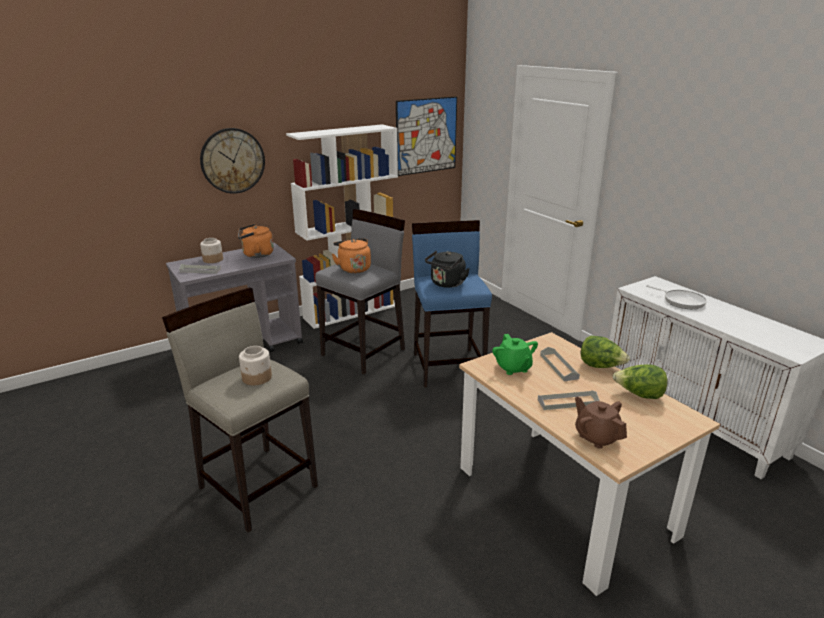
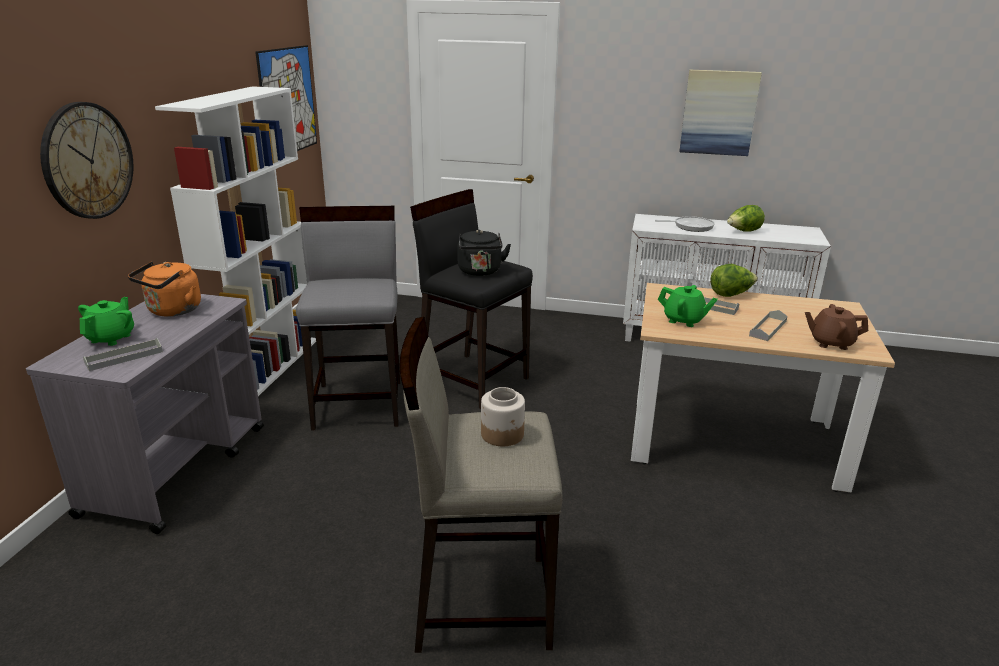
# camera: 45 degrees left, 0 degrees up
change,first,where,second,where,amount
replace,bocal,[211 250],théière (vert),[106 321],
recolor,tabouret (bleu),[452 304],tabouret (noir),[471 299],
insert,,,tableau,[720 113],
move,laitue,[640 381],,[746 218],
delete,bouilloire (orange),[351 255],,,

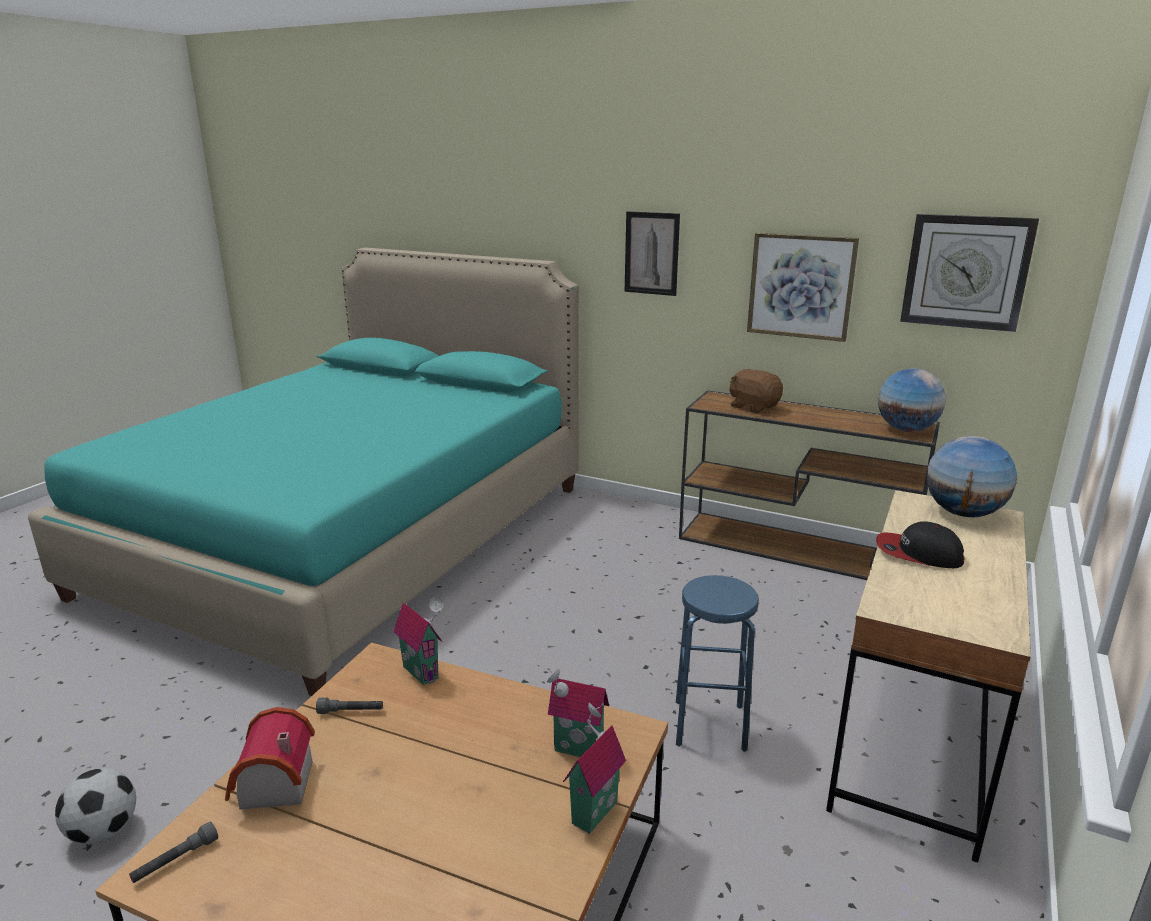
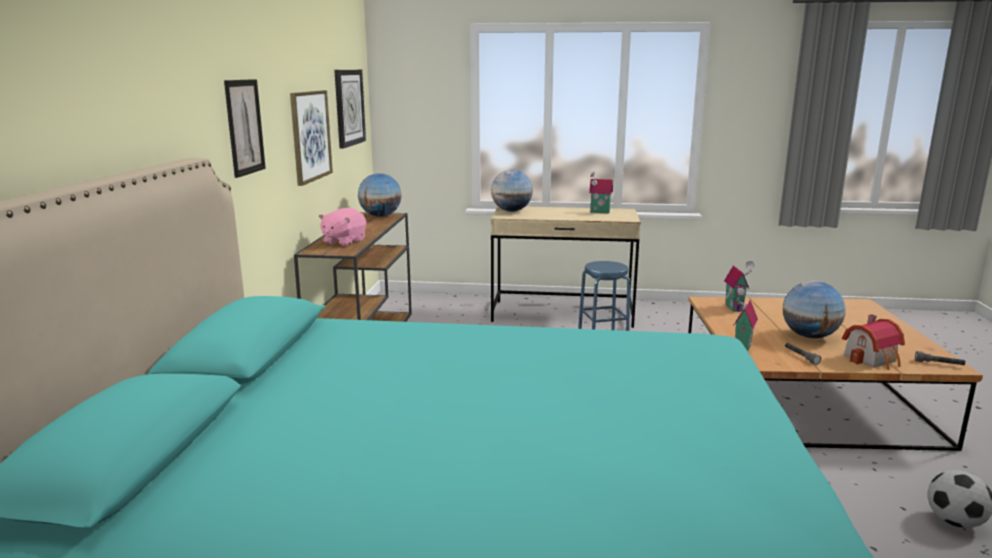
# camera: 110 degrees left, 5 degrees down
change,first,where,second,where,amount
recolor,peluche (marron),[756 391],peluche (rose),[342 227],
move,maison miniature,[594 768],,[601 192],
insert,,,globe,[814 309],
delete,casquette,[920 544],,,

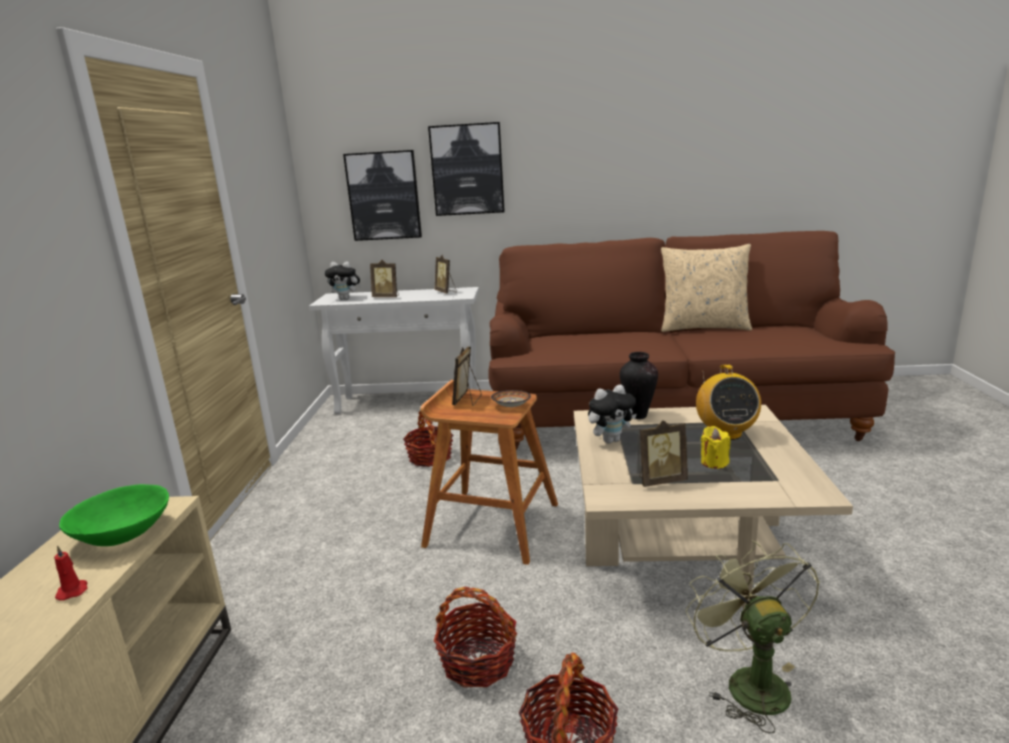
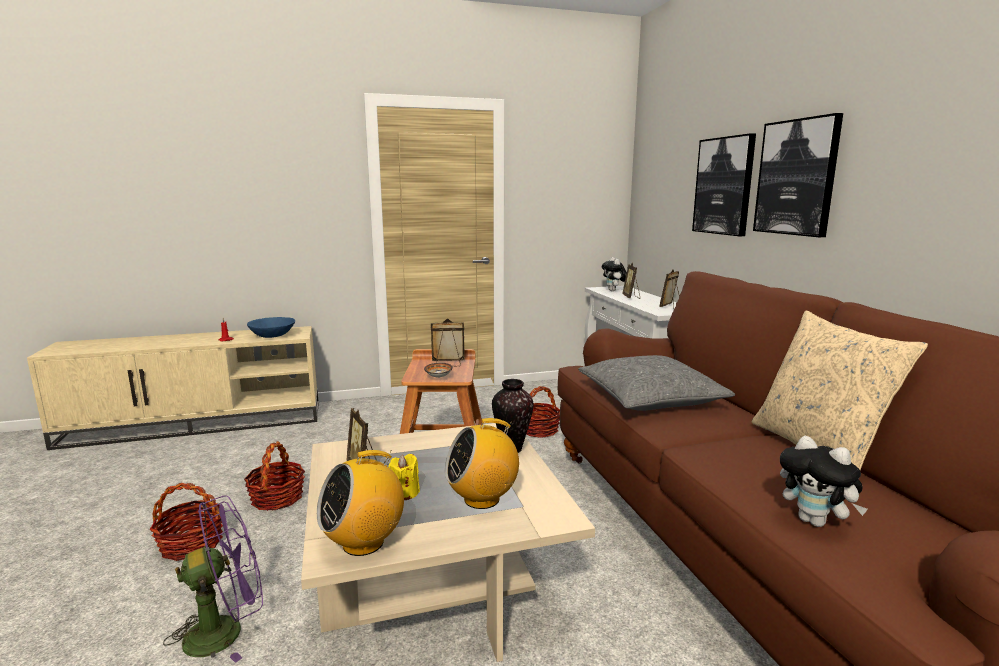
# camera: 70 degrees right, 5 degrees down
change,first,where,second,where,amount
recolor,ventilateur (vert),[753 636],ventilateur (violet),[213 579],
recolor,bol (vert),[114 515],bol (bleu),[271 327],
insert,,,radio,[360 503],
insert,,,coussin (gris),[656 383],
move,tableau,[382 195],,[798 175],
move,peluche,[612 414],,[824 481],

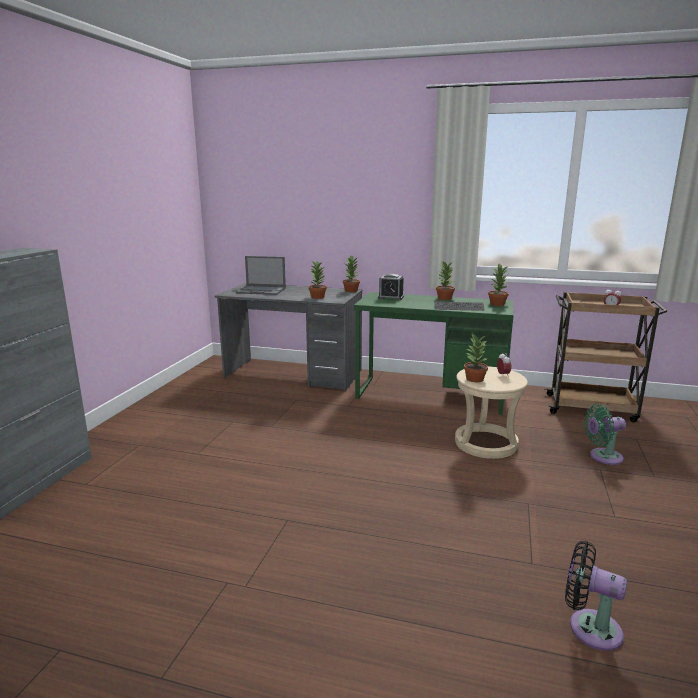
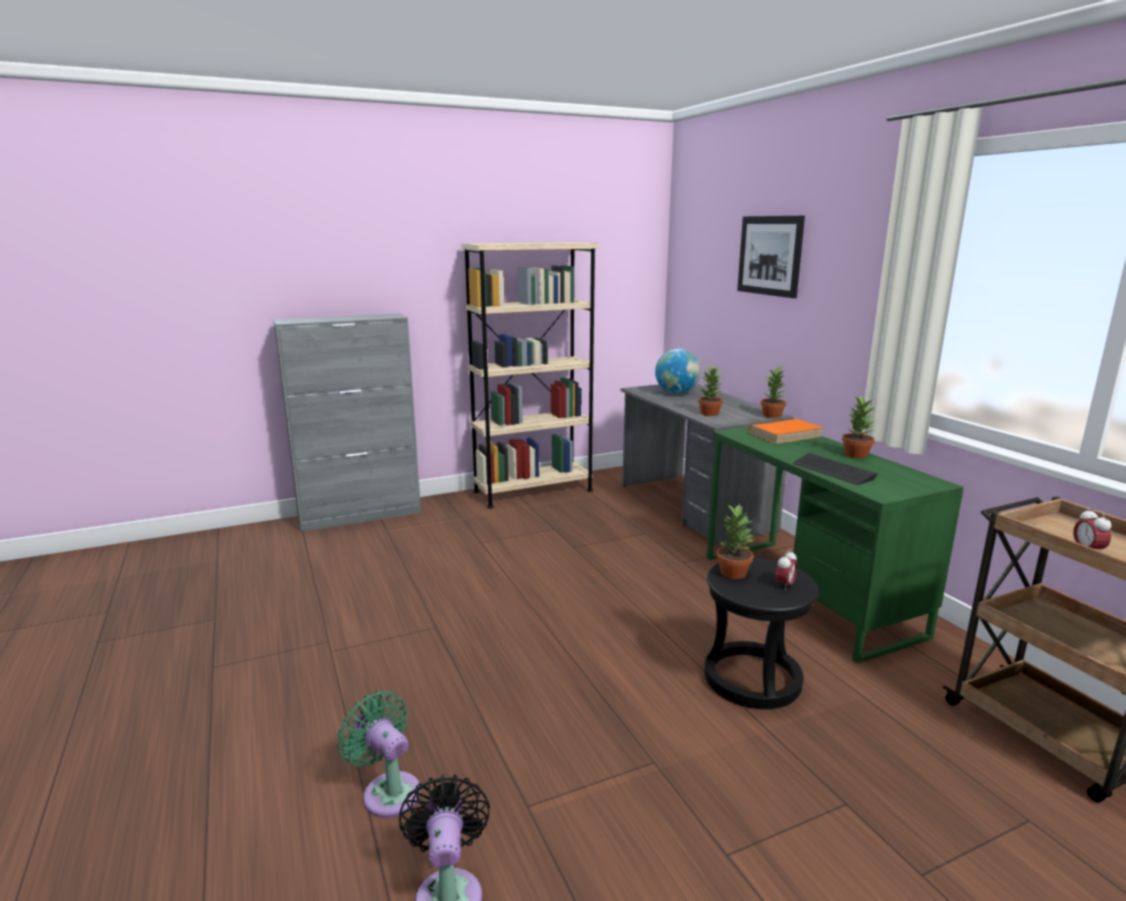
# camera: 50 degrees right, 0 degrees up
change,first,where,second,where,amount
move,ventilateur (vert),[605 434],,[379 754],
insert,,,bibliothèque (beige),[530 375],
replace,ordinateur portable,[261 275],globe,[677 371],
recolor,tabouret (beige),[491 413],tabouret (noir),[761 633],
insert,,,tableau,[771 257],
replace,réveil,[391 287],livre (orange),[786 431],
delete,plante en pot,[498 284],,,

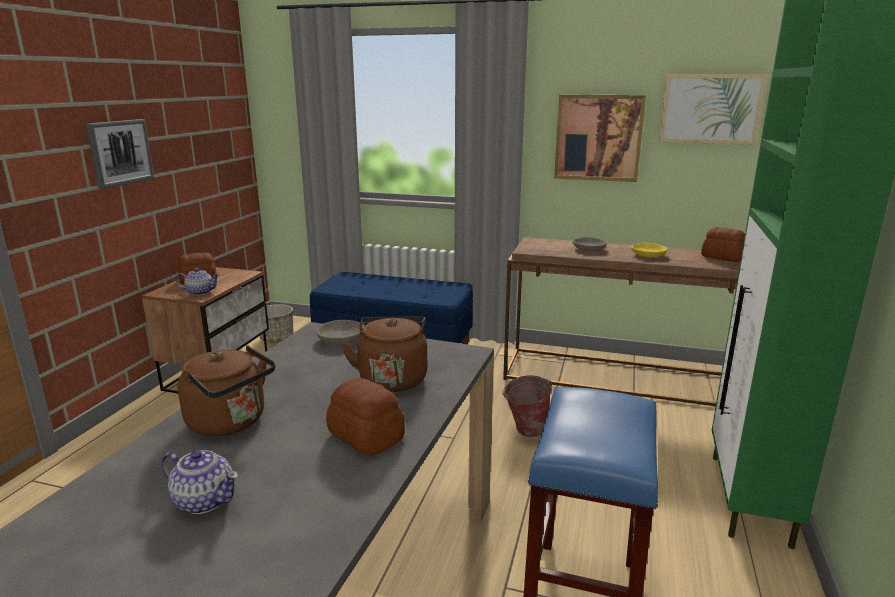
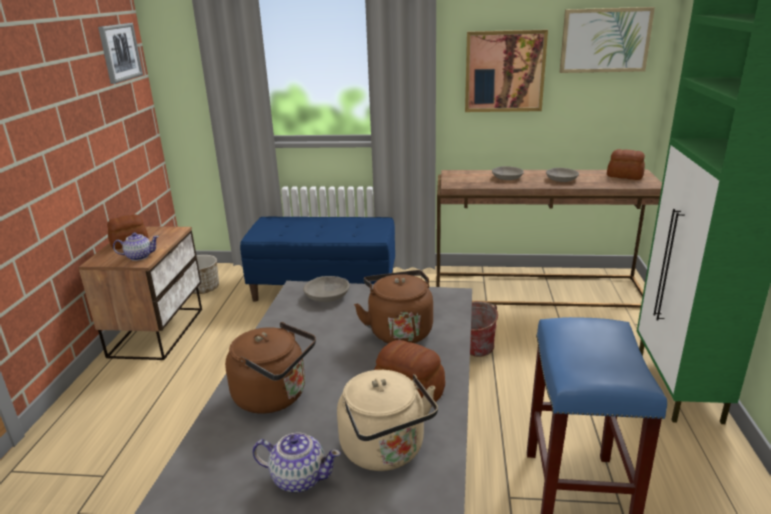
# camera: 10 degrees left, 5 degrees up
change,first,where,second,where,amount
move,tableau,[120 154],,[120 53],
insert,,,bouilloire (beige),[387 420],
recolor,bol (jaune),[649 250],bol (gris),[562 175],

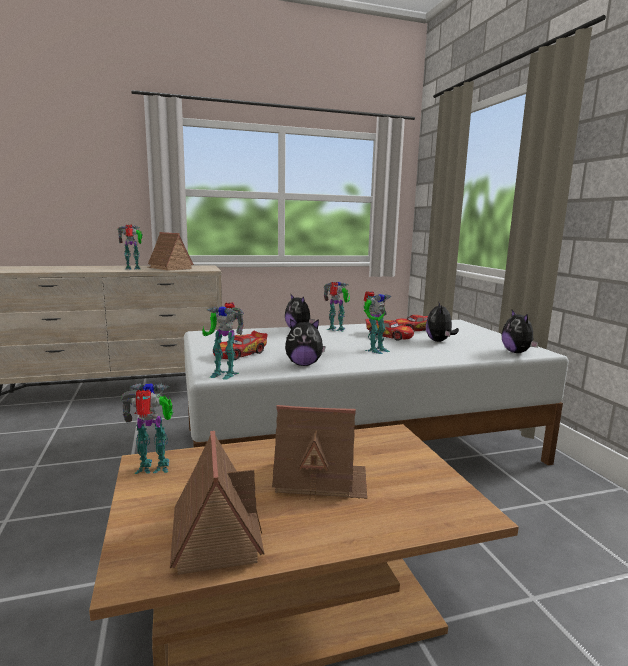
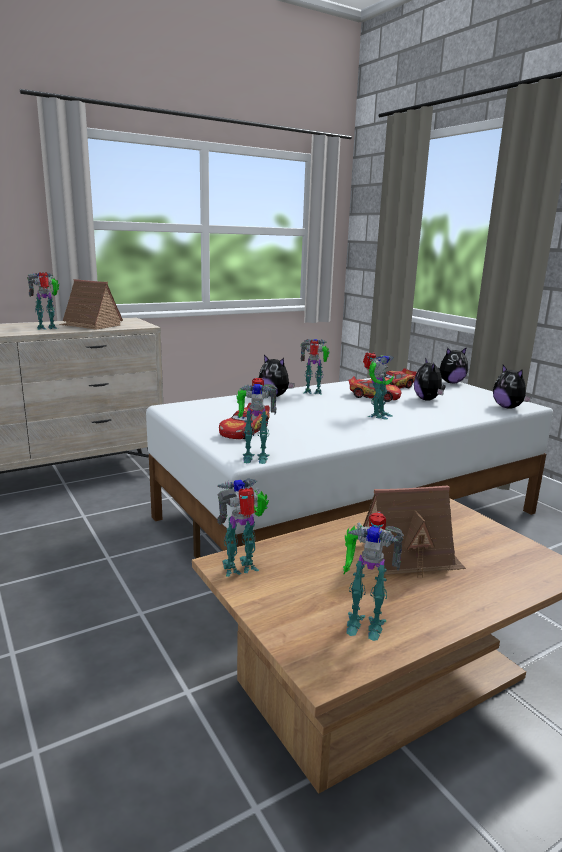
# camera: 15 degrees left, 5 degrees up
change,first,where,second,where,amount
replace,maison miniature,[217 503],robot jouet,[373 576],
move,peluche,[305 342],,[453 365],

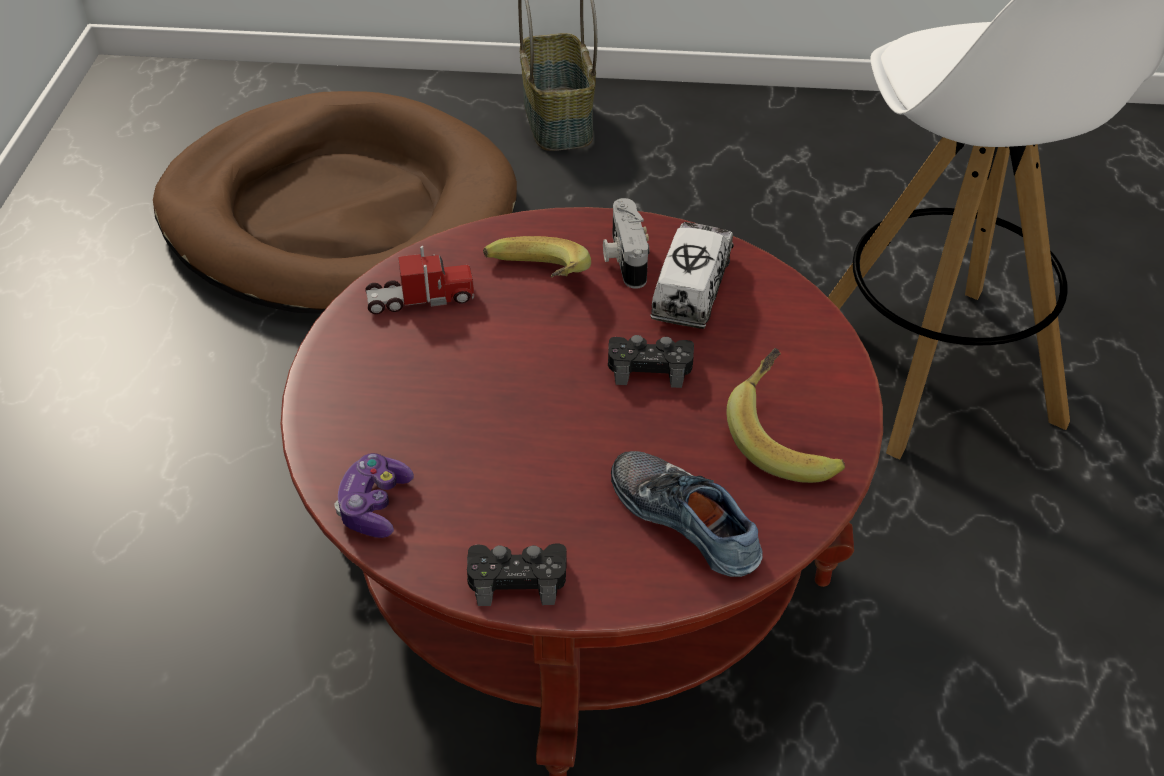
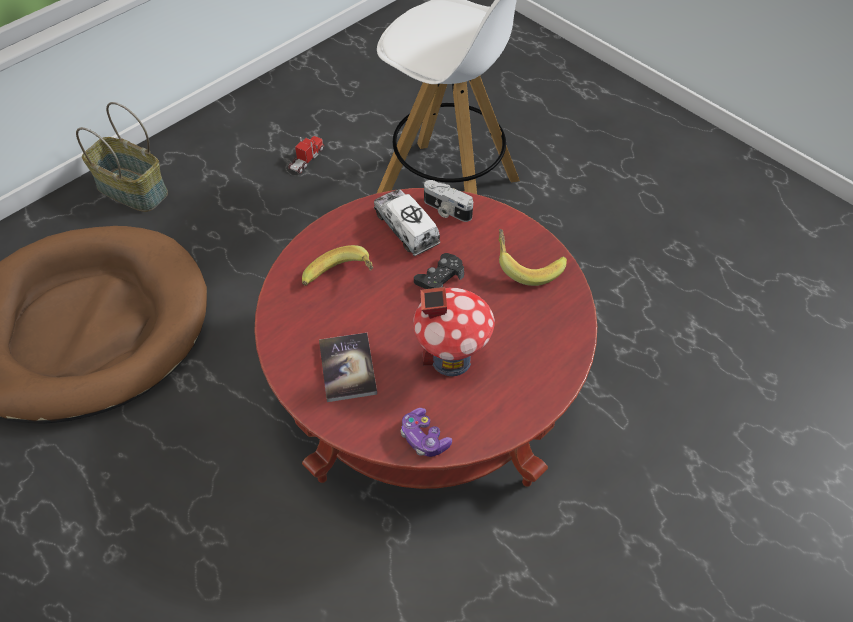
# camera: 50 degrees left, 10 degrees up
change,first,where,second,where,amount
move,camion jouet,[419 280],,[306 155],
insert,,,livre,[348 367],
insert,,,maison miniature,[453 331],
move,appareil photo,[626 243],,[448 201],
delete,manette (noir),[517 575],,,
delete,chaussure,[687 514],,,

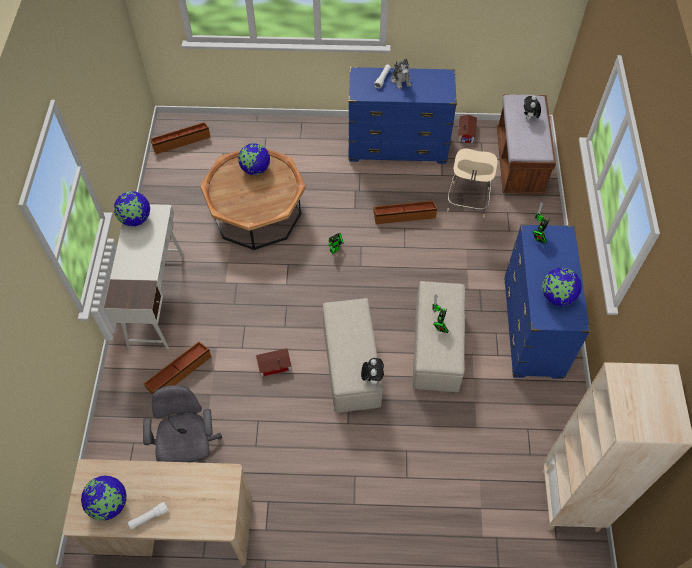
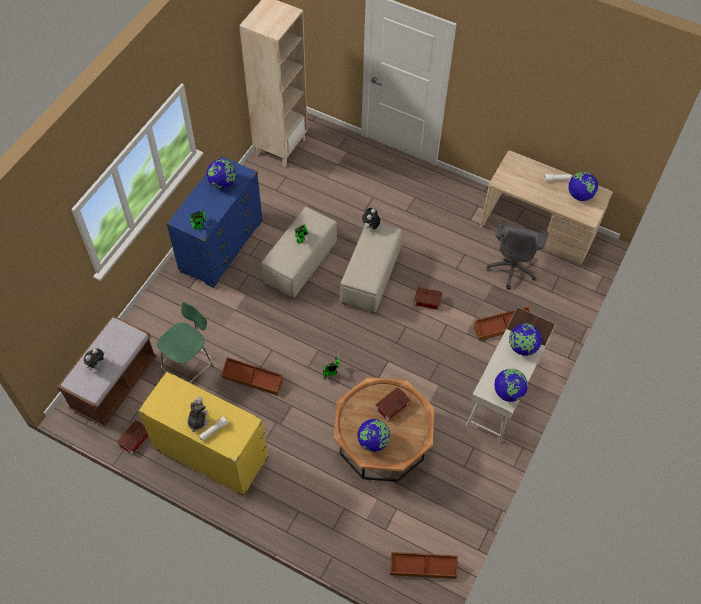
# camera: 155 degrees left, 0 degrees up
change,first,where,second,where,amount
recolor,commode (bleu),[402 115],commode (jaune),[203 433],
recolor,chaise (beige),[472 183],chaise (vert),[185 342],
insert,,,maison miniature,[393 404],
insert,,,globe,[525 339],

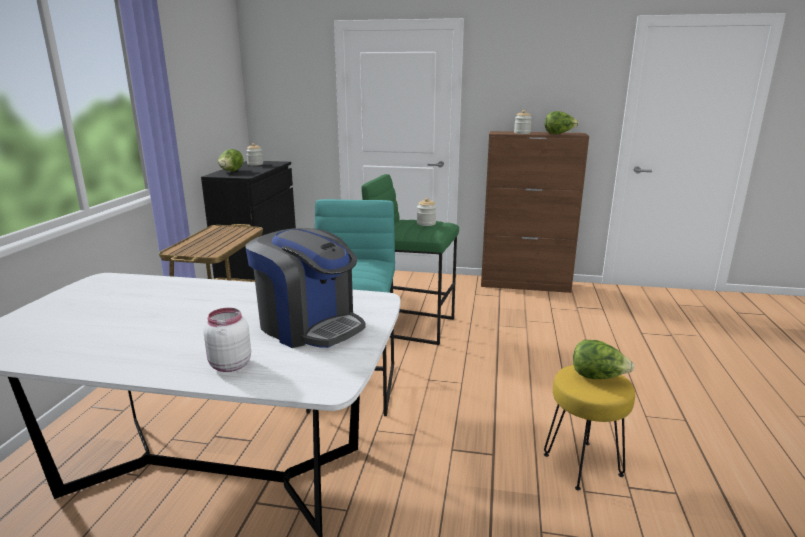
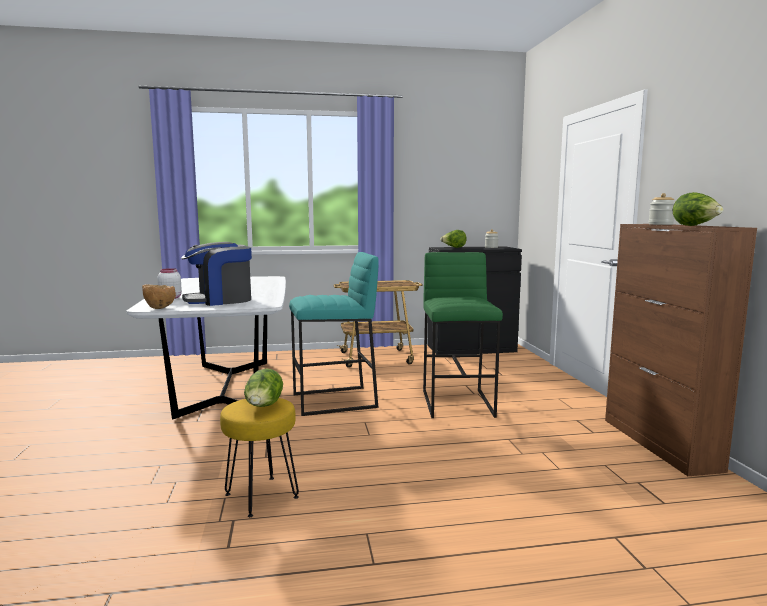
# camera: 70 degrees right, 10 degrees down
change,first,where,second,where,amount
insert,,,bol (marron),[159 296],
rotate,machine à café,[305 288],,[216 274],45 degrees clockwise
delete,bocal,[426 212],,,

